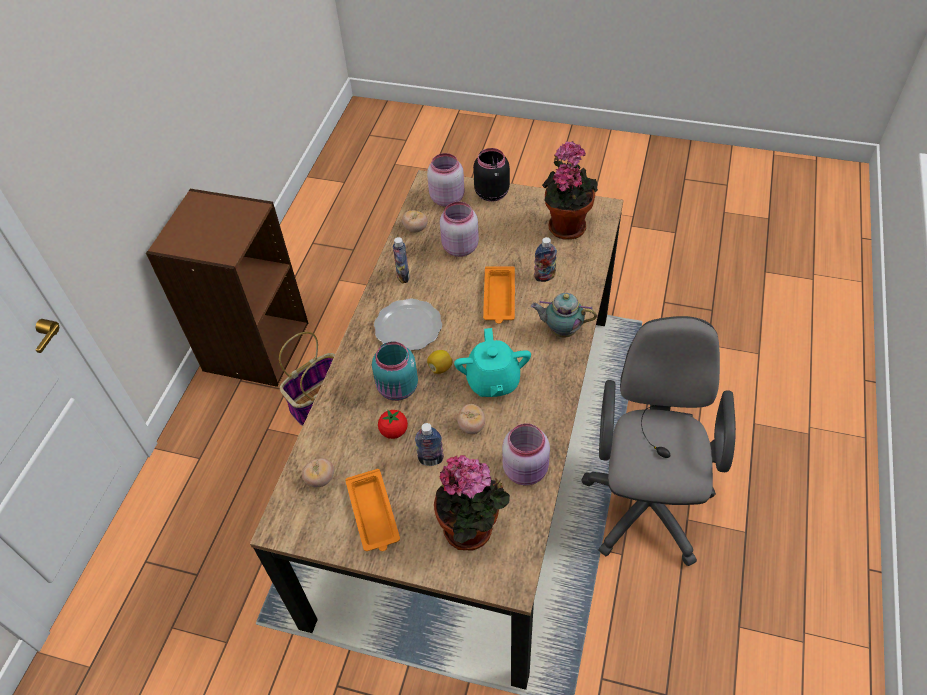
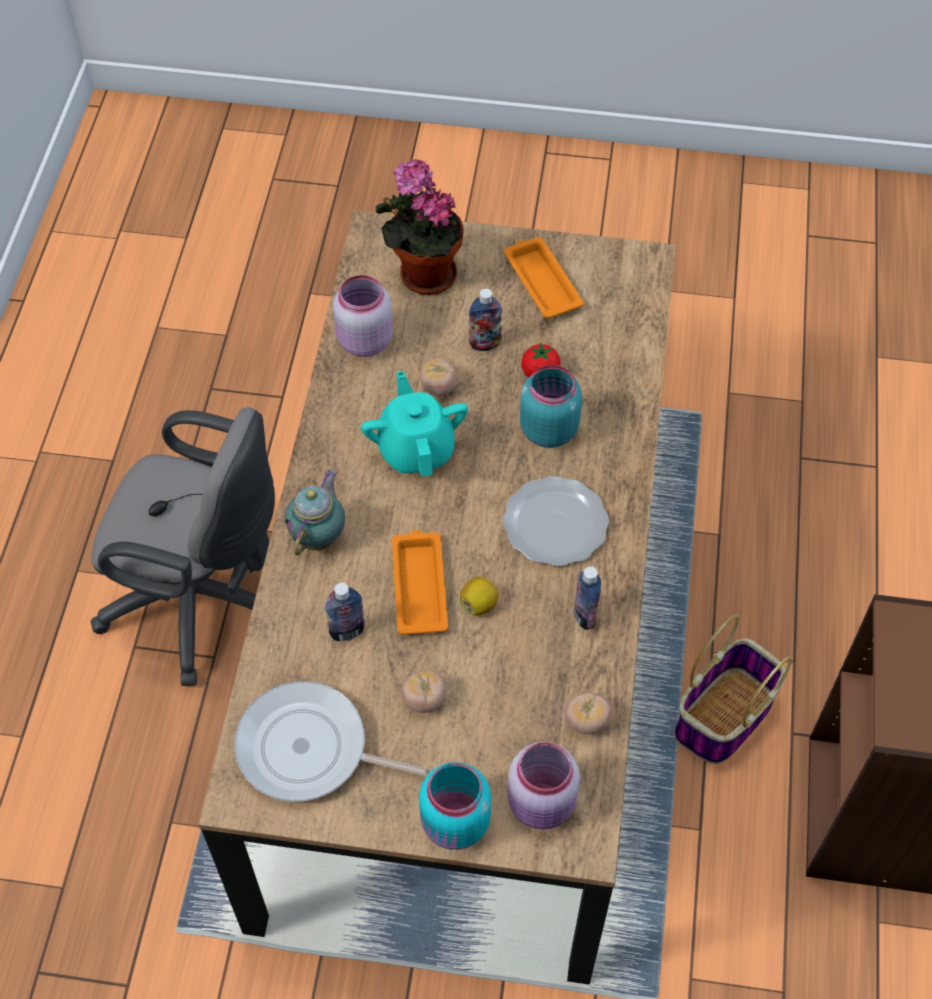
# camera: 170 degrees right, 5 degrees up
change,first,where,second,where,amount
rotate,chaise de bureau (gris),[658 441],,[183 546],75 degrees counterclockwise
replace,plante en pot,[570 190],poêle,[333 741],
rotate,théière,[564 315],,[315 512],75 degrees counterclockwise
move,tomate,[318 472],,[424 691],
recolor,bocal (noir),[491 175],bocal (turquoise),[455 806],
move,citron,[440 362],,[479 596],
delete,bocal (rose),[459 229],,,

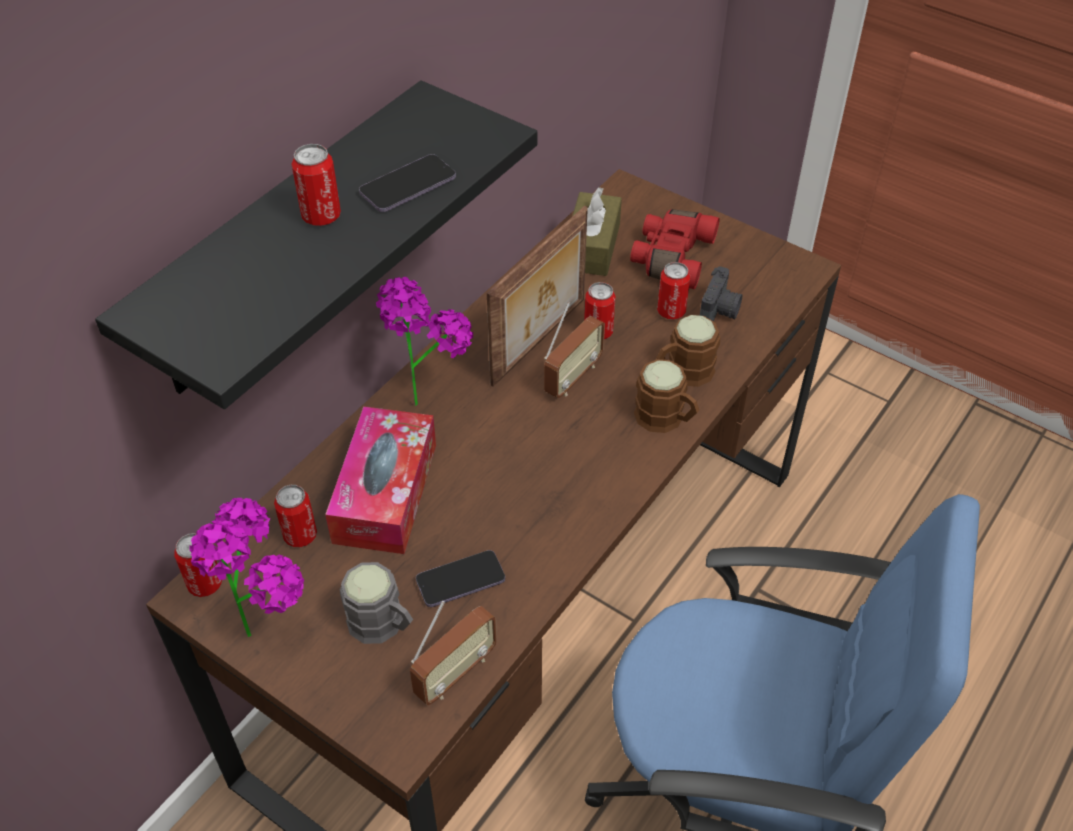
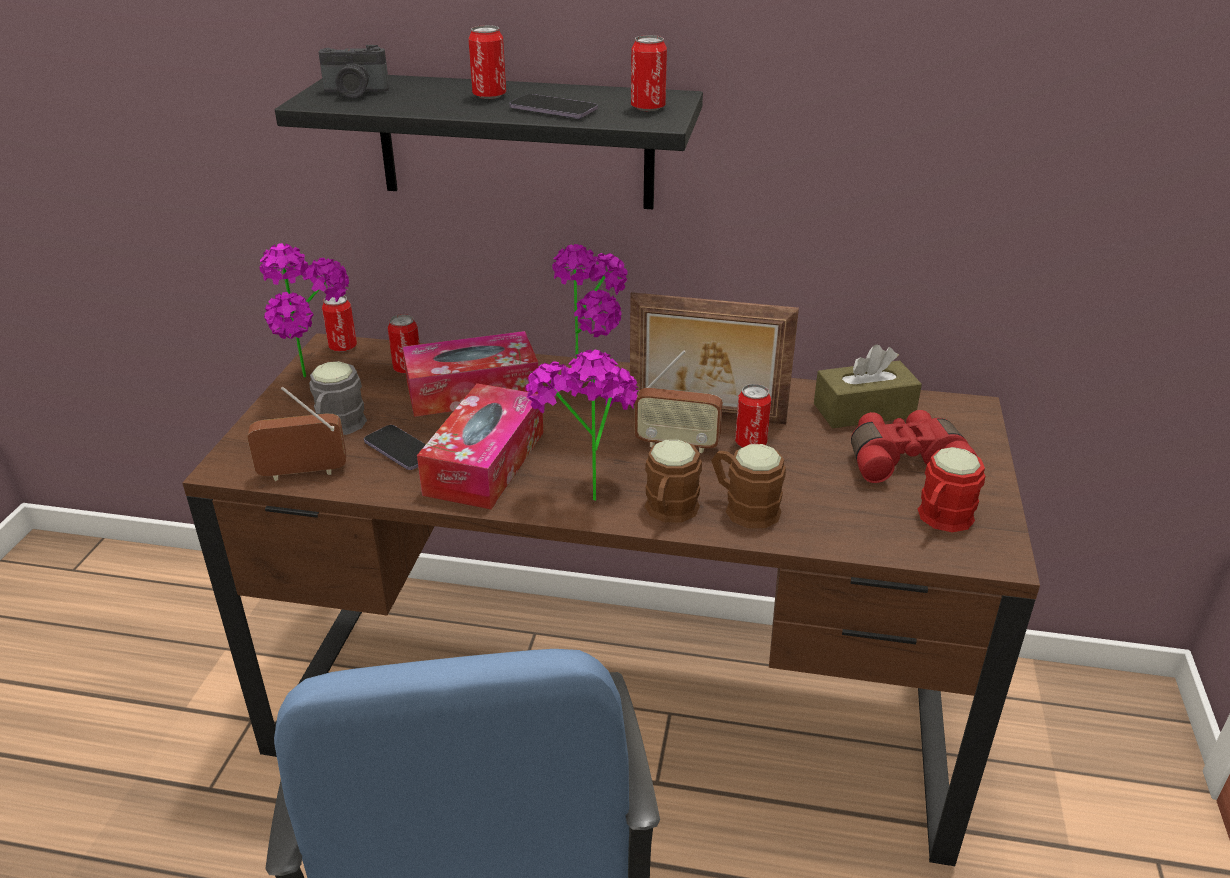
# camera: 65 degrees right, 15 degrees down
change,first,where,second,where,amount
rotate,radio,[453 653],,[296 434],150 degrees clockwise
move,appareil photo,[721 293],,[353 71],
insert,,,boîte à mouchoirs,[480 446],
insert,,,plante en pot,[582 425],
move,boîte métallique,[673 291],,[649 73],
insert,,,mug (rouge),[951 489],

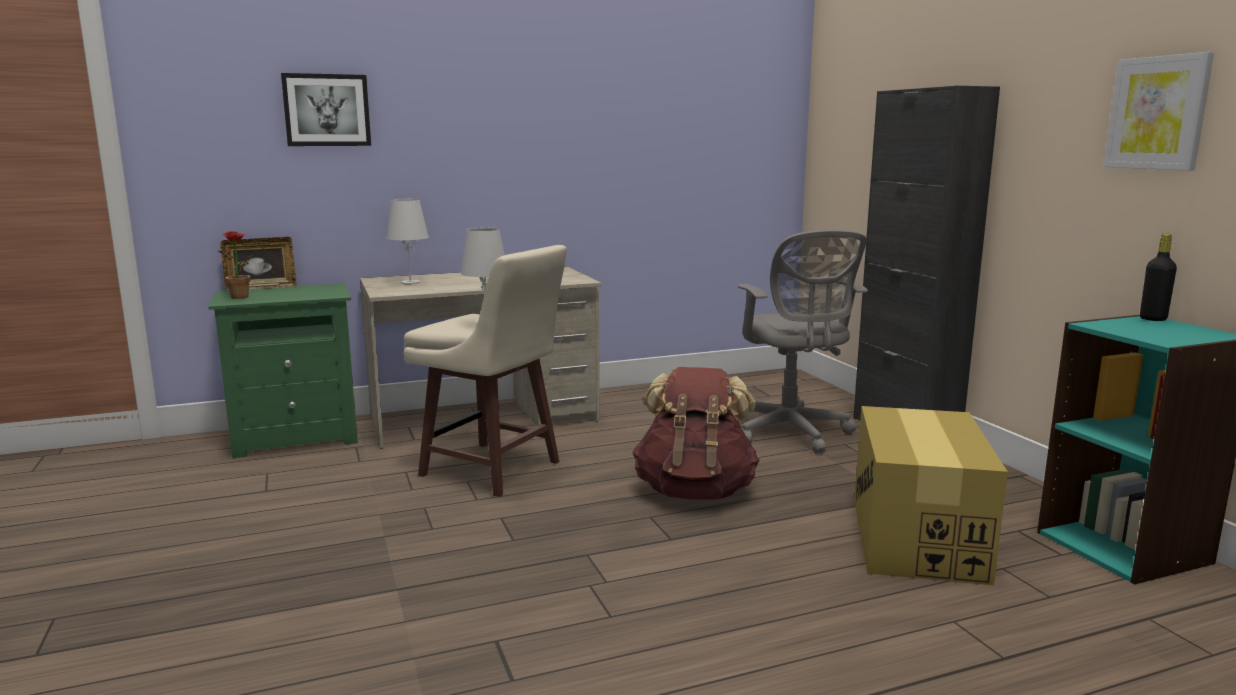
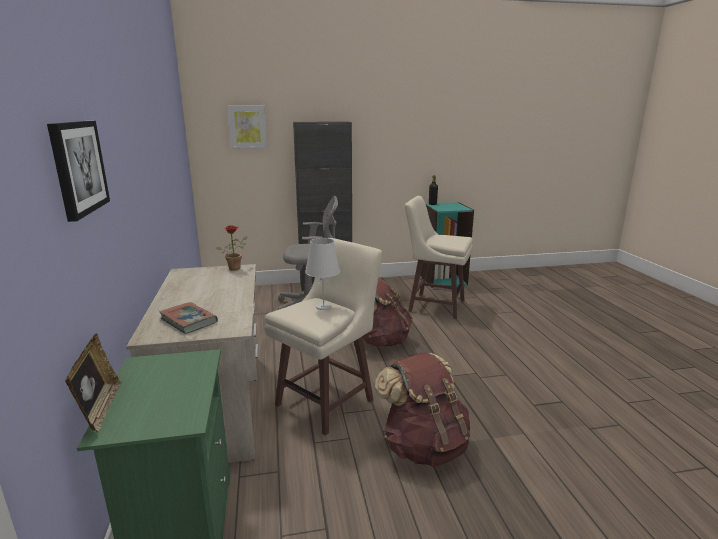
# camera: 80 degrees left, 5 degrees up
change,first,where,second,where,amount
replace,lampe de table (blanc),[407 241],livre,[188 318],
move,plante en pot,[235 265],,[232 248],
move,tableau,[1159 111],,[247 127],
insert,,,sac à dos (marron),[422 409],
replace,carton,[931 495],tabouret (beige),[439 257],

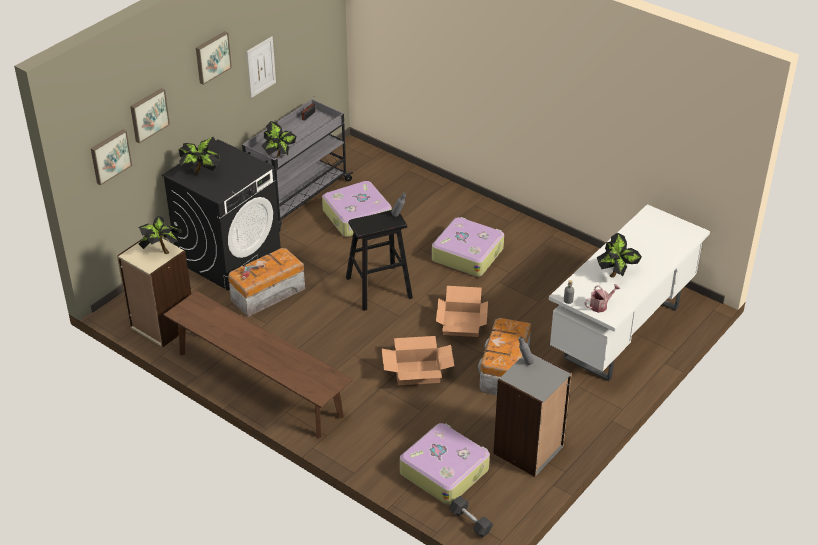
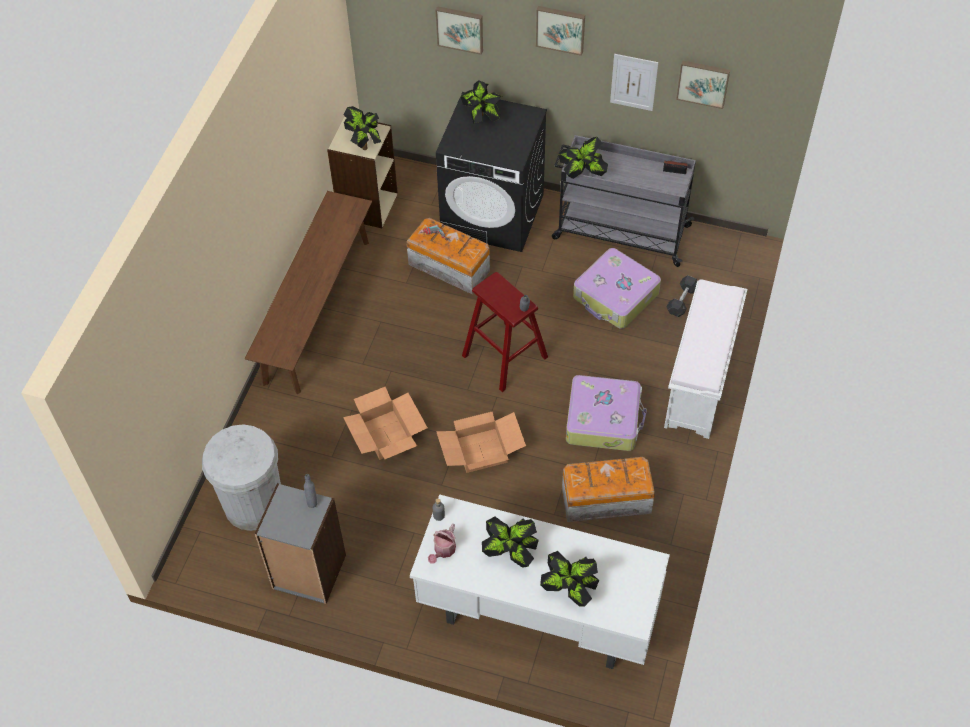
# camera: 70 degrees right, 15 degrees up
change,first,where,second,where,amount
replace,valise,[445 464],poubelle (blanc),[241 477],
rotate,arrosoir,[602 298],,[442 544],75 degrees clockwise
recolor,tabouret (noir),[379 260],tabouret (rouge),[505 332],
insert,,,plante en pot,[569 579],
move,boîte de rangement,[504 356],,[608 489],
insert,,,banc (blanc),[705 359],
move,haltère (gris),[471 517],,[682 296],
move,tableau,[111 157],,[703 84],

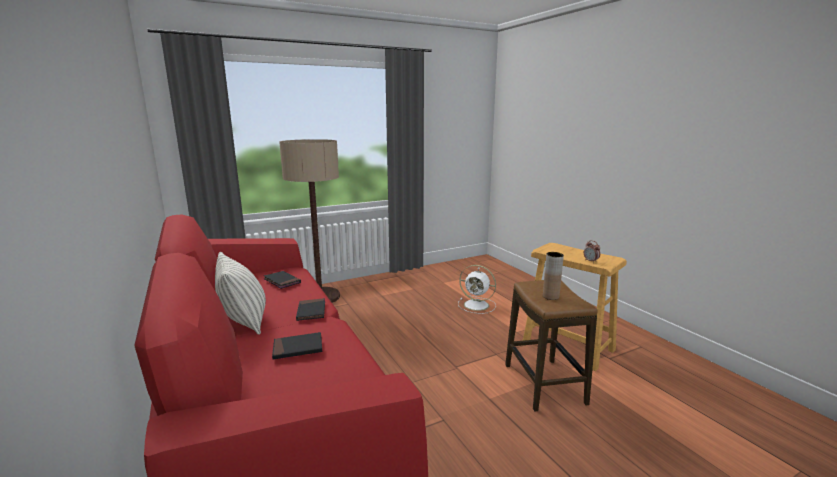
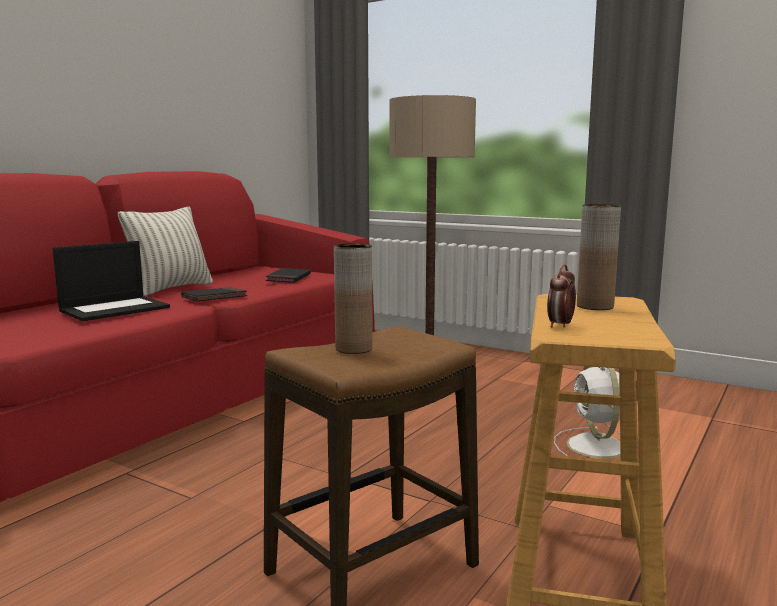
# camera: 60 degrees right, 5 degrees down
change,first,where,second,where,amount
replace,livre (noir),[297 346],ordinateur portable,[111 281],
insert,,,vase (marron),[599 257],

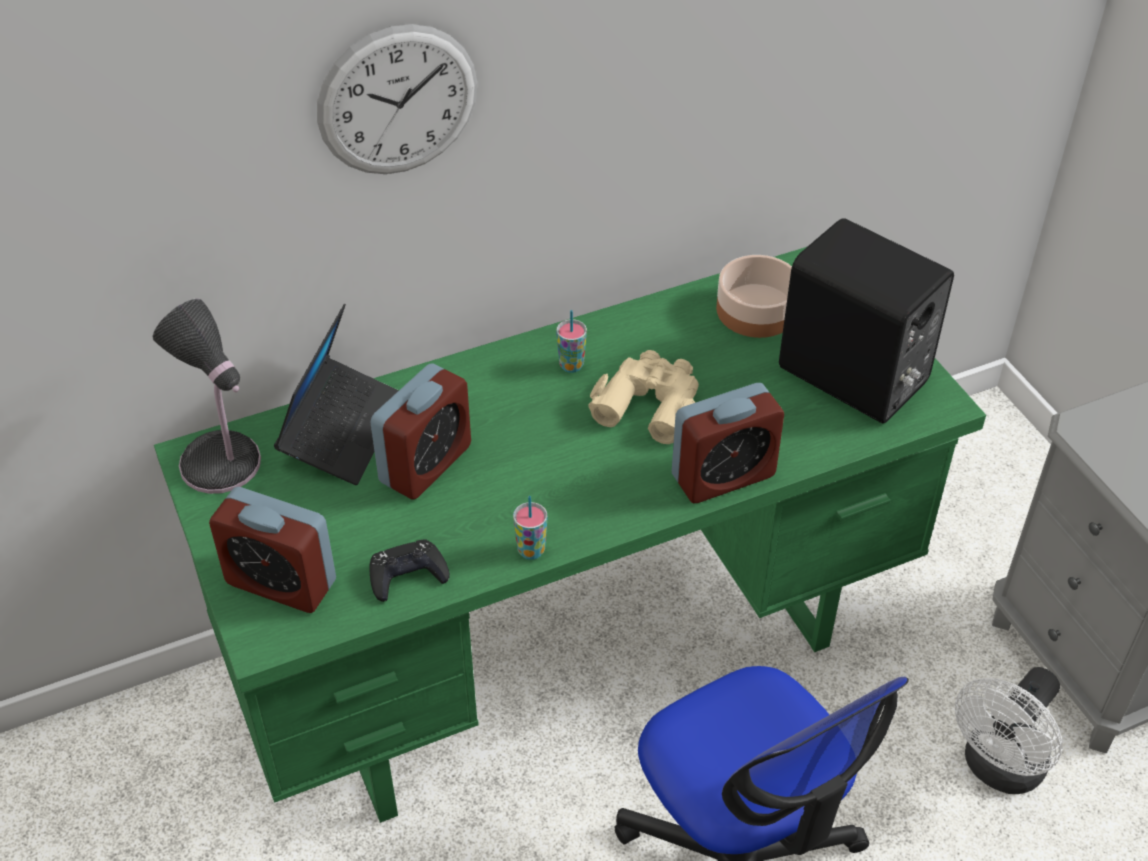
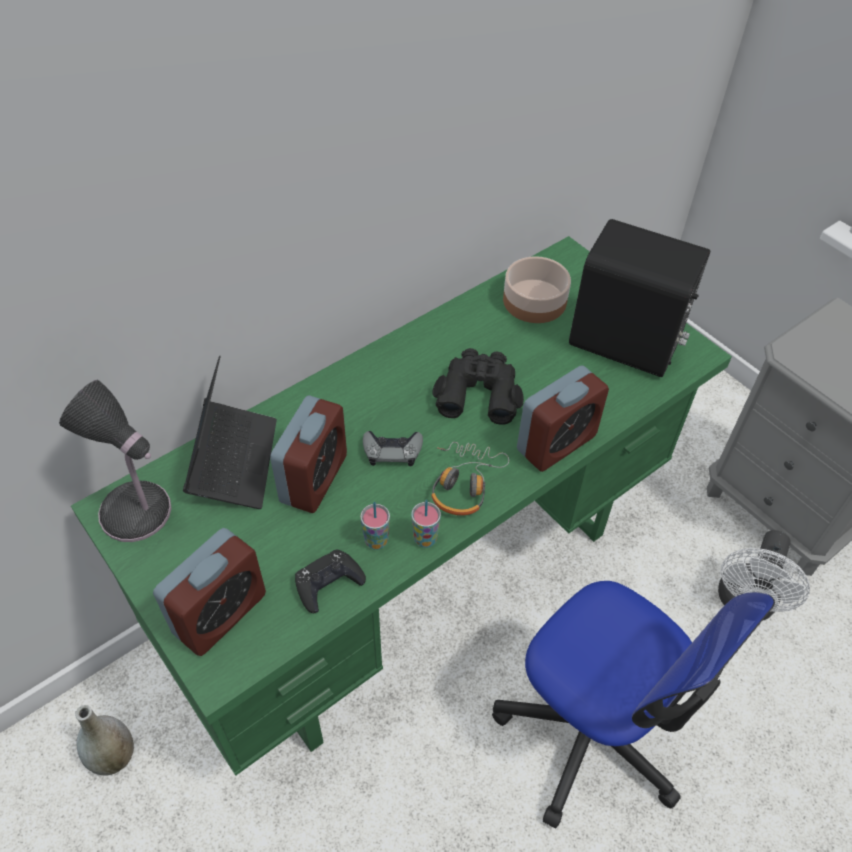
# camera: 15 degrees left, 5 degrees up
change,first,where,second,where,amount
insert,,,vase (gris),[104 740],
rotate,réveil,[272 550],,[209 592],60 degrees counterclockwise
move,tasse,[571 341],,[375 526],
insert,,,manette (gris),[393 448],
insert,,,casque audio,[470 479],
recolor,jumelles (beige),[643 397],jumelles (noir),[478 386],
delete,horloge murale,[397 99],,,

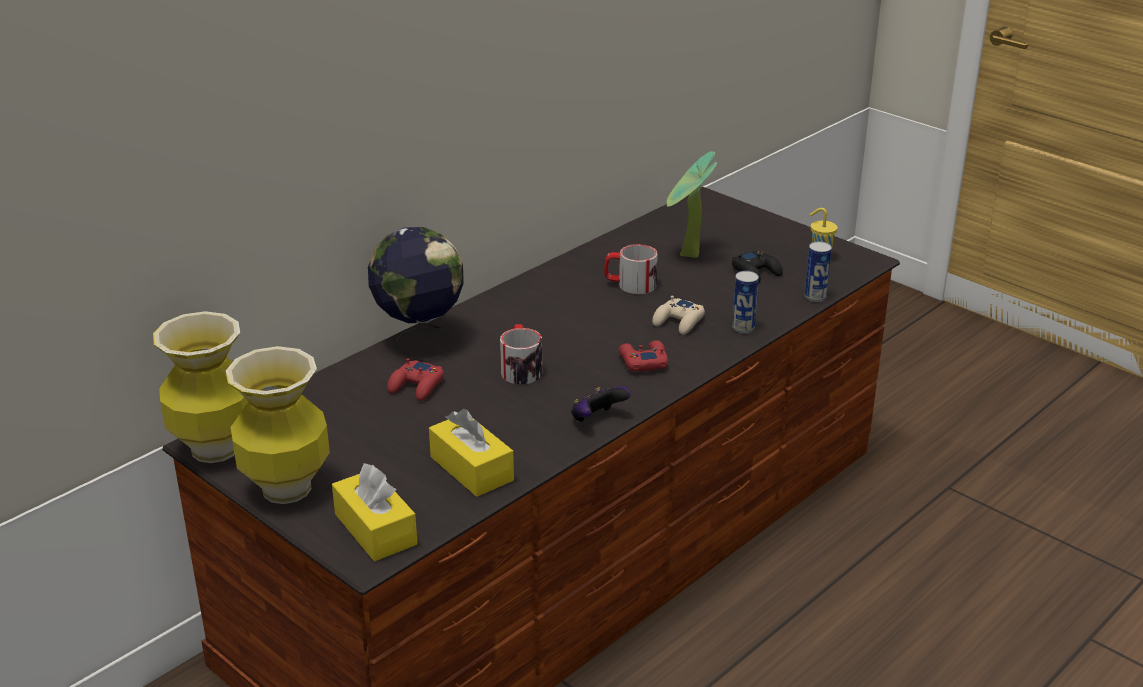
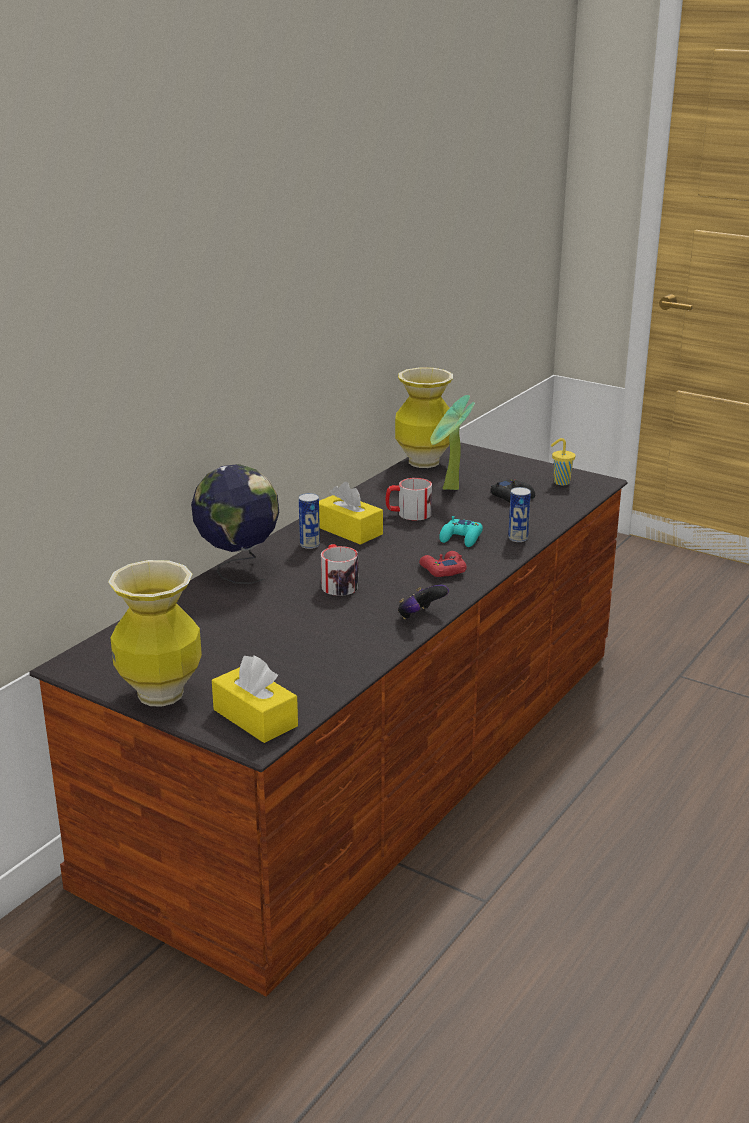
# camera: 10 degrees left, 5 degrees down
change,first,where,second,where,amount
move,boîte métallique,[818 271],,[309 521],
move,boîte à mouchoirs (jaune),[471 453],,[351 513],
move,vase,[200 387],,[424 417],
recolor,manette (beige),[678 315],manette (turquoise),[461 531],
delete,manette (rouge),[415 379],,,

